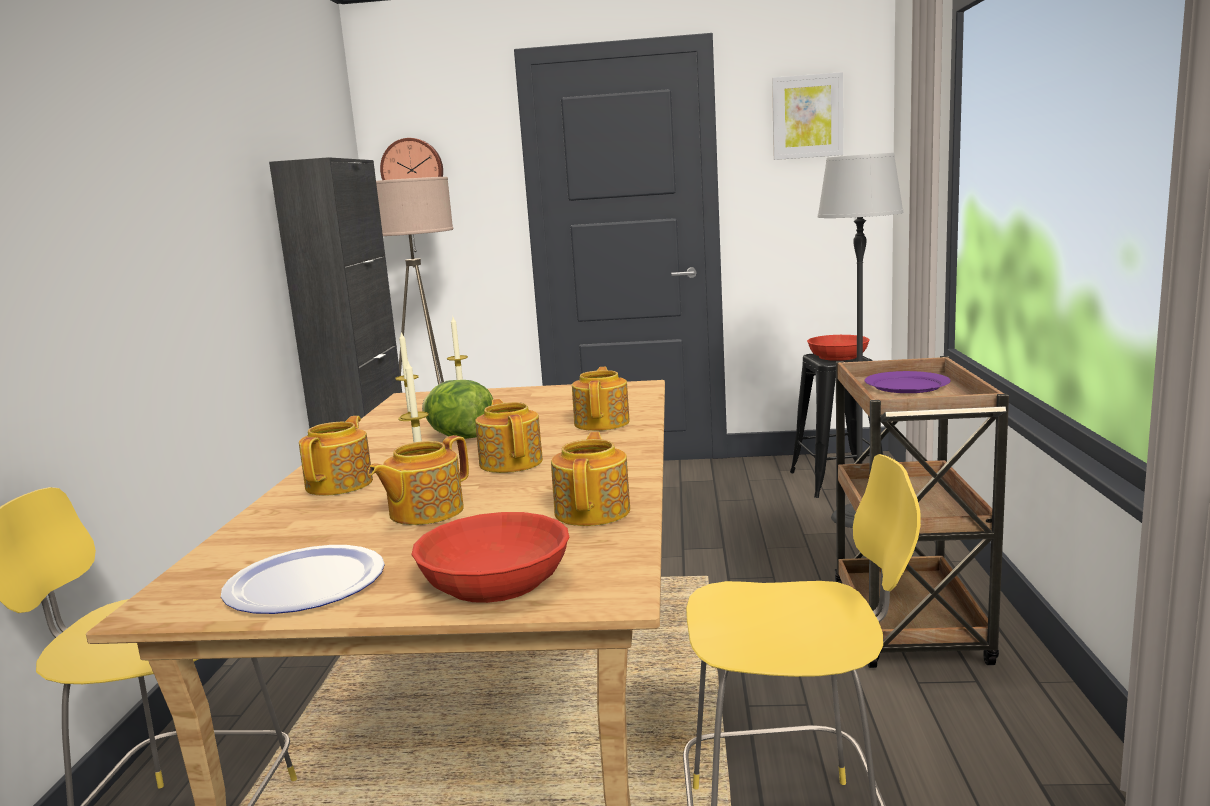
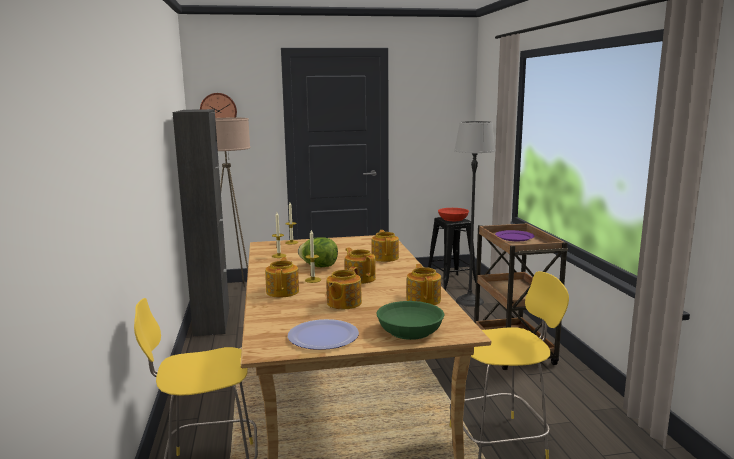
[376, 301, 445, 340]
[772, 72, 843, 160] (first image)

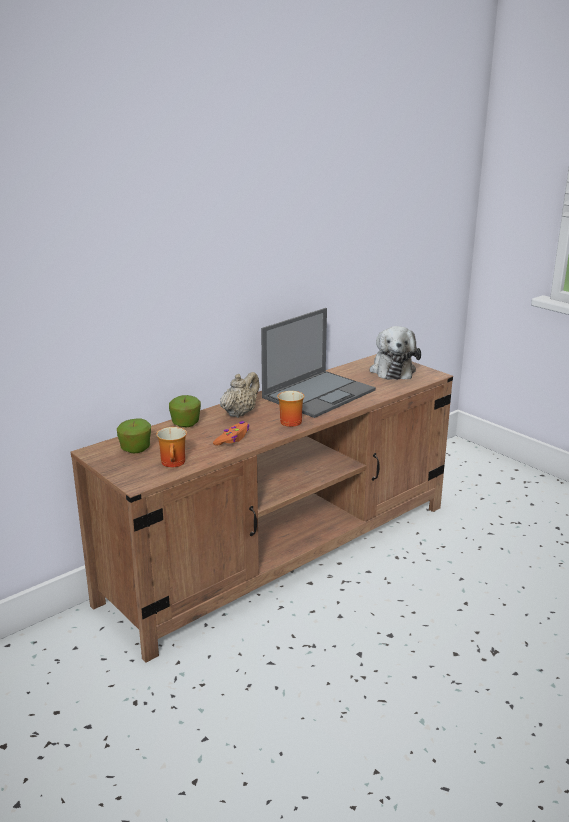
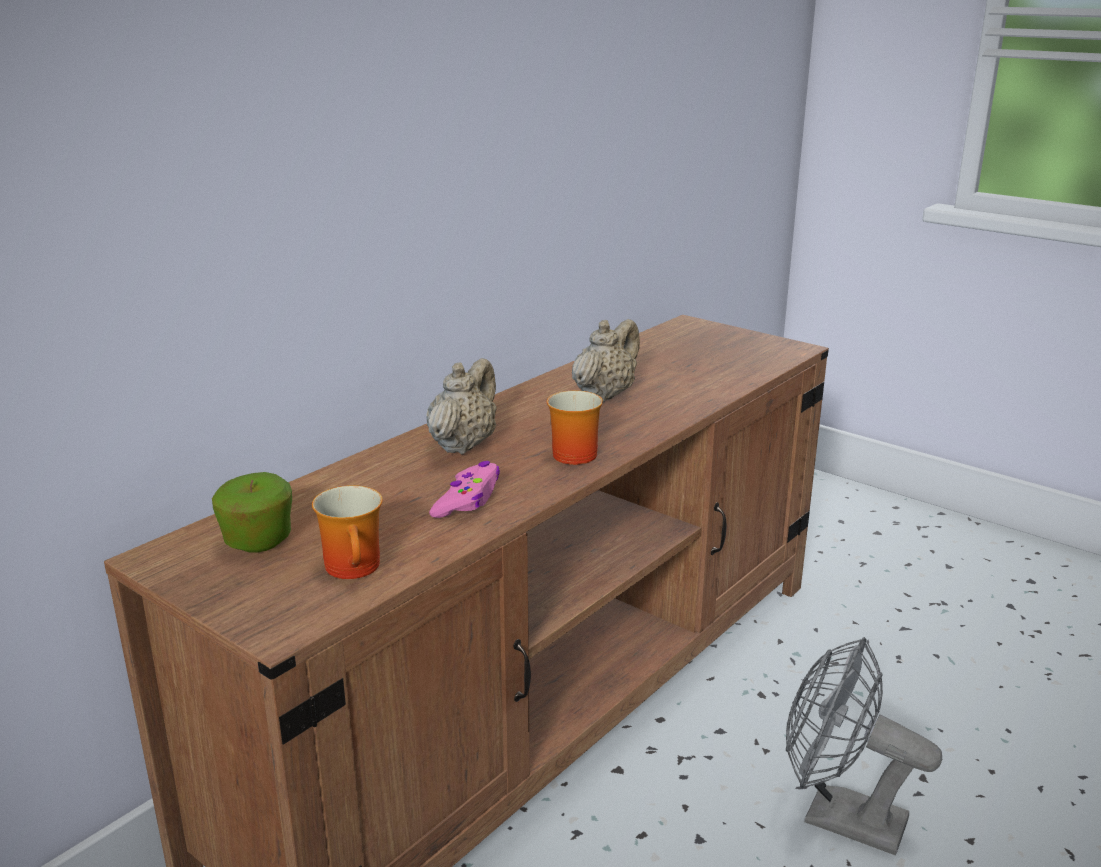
[169, 395, 201, 427] (first image)
[429, 461, 500, 518]
[572, 319, 640, 402]
[369, 326, 421, 380] (first image)
[786, 637, 942, 855]

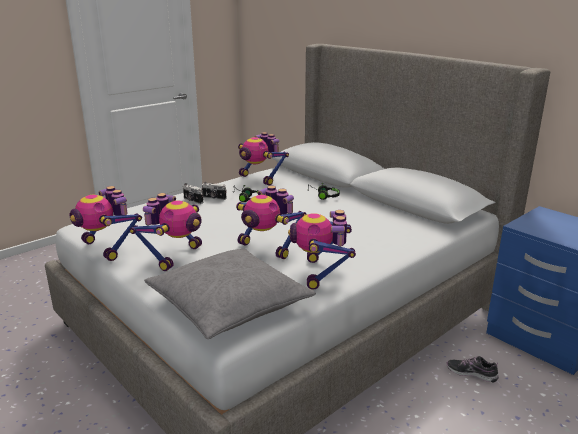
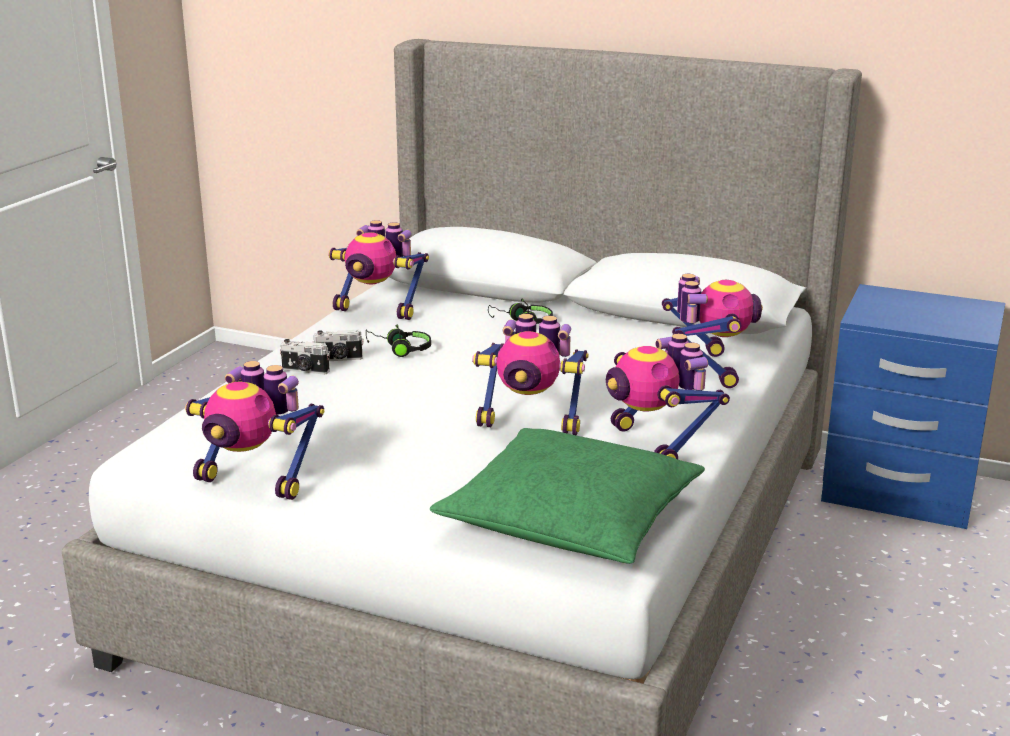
[662, 274, 763, 388]
[430, 428, 705, 564]
[447, 356, 499, 383] (first image)

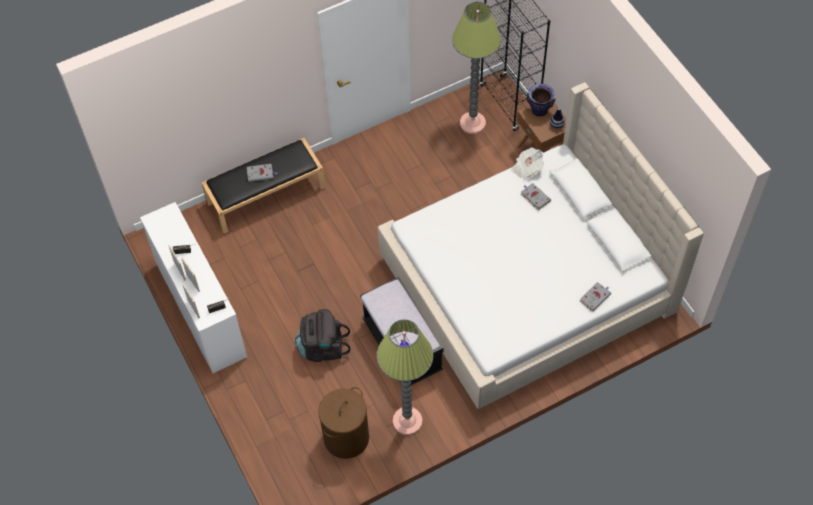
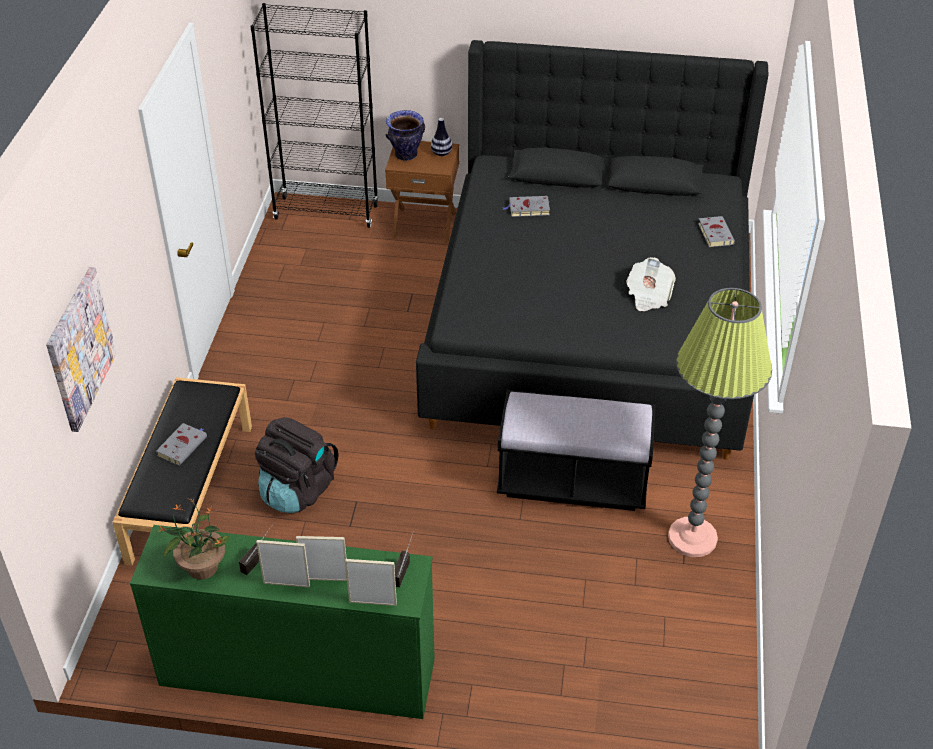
[130, 525, 435, 719]
[255, 417, 339, 513]
[318, 387, 369, 459] (first image)
[416, 40, 768, 460]
[452, 2, 501, 134] (first image)
[626, 257, 676, 311]
[46, 267, 117, 432]
[159, 497, 229, 580]

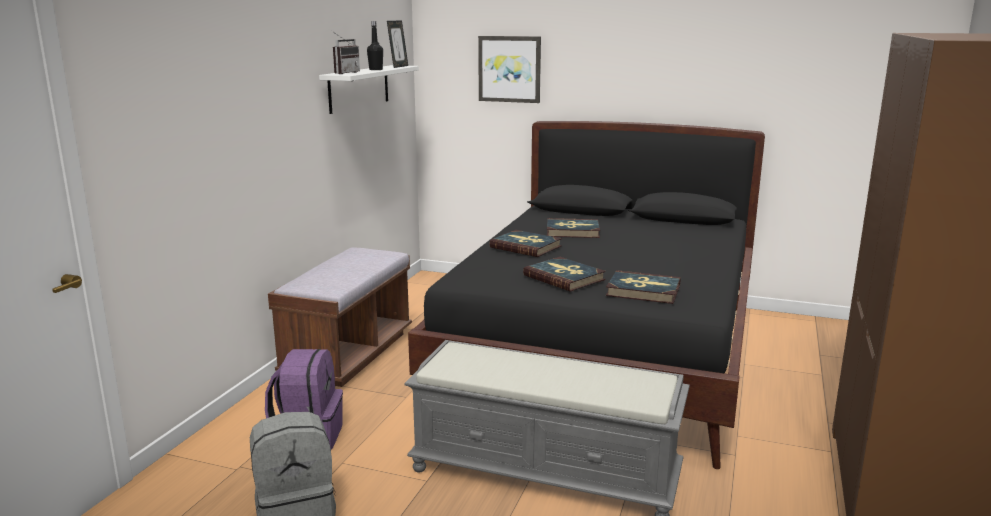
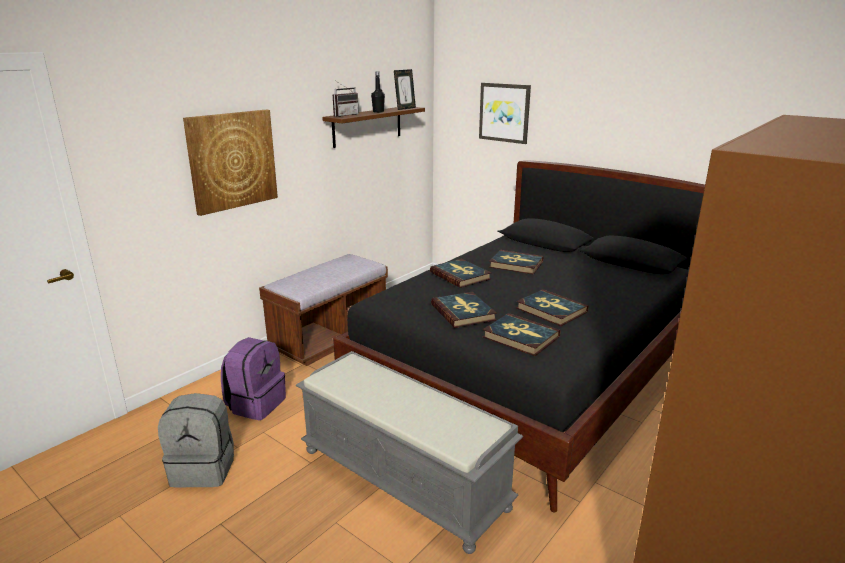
[322, 107, 425, 148]
[183, 109, 278, 216]
[516, 289, 588, 326]

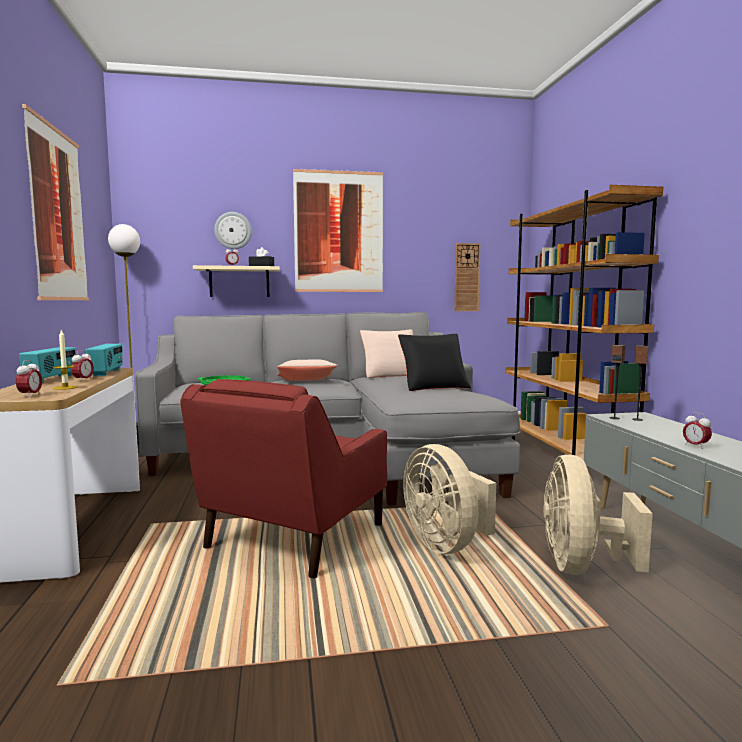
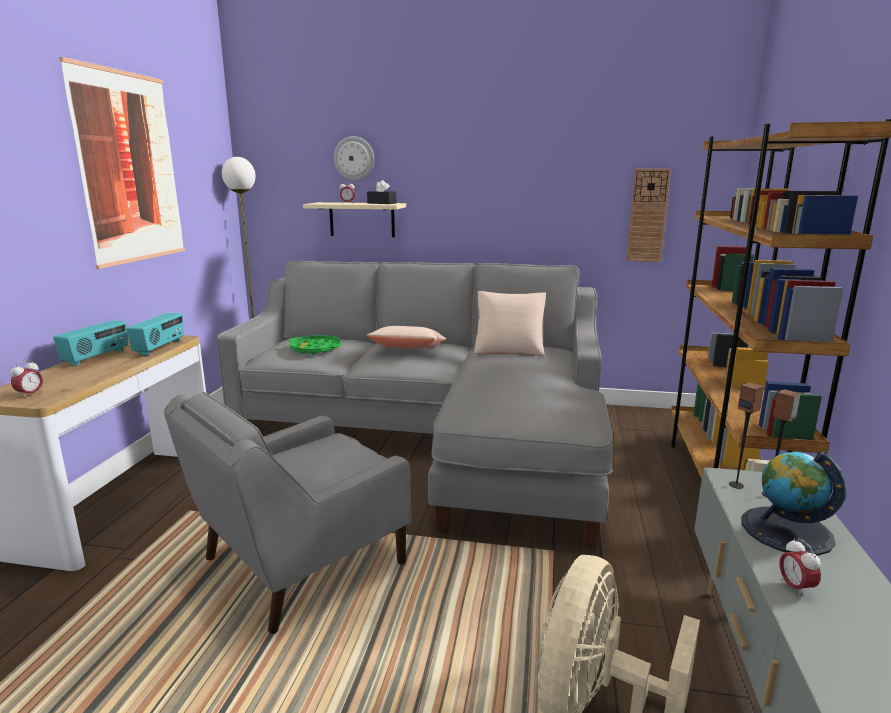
[53, 330, 78, 390] (first image)
[71, 350, 94, 382] (first image)
[164, 392, 412, 634]
[293, 169, 383, 292] (first image)
[398, 334, 471, 391] (first image)
[403, 444, 496, 554] (first image)
[742, 452, 847, 556]

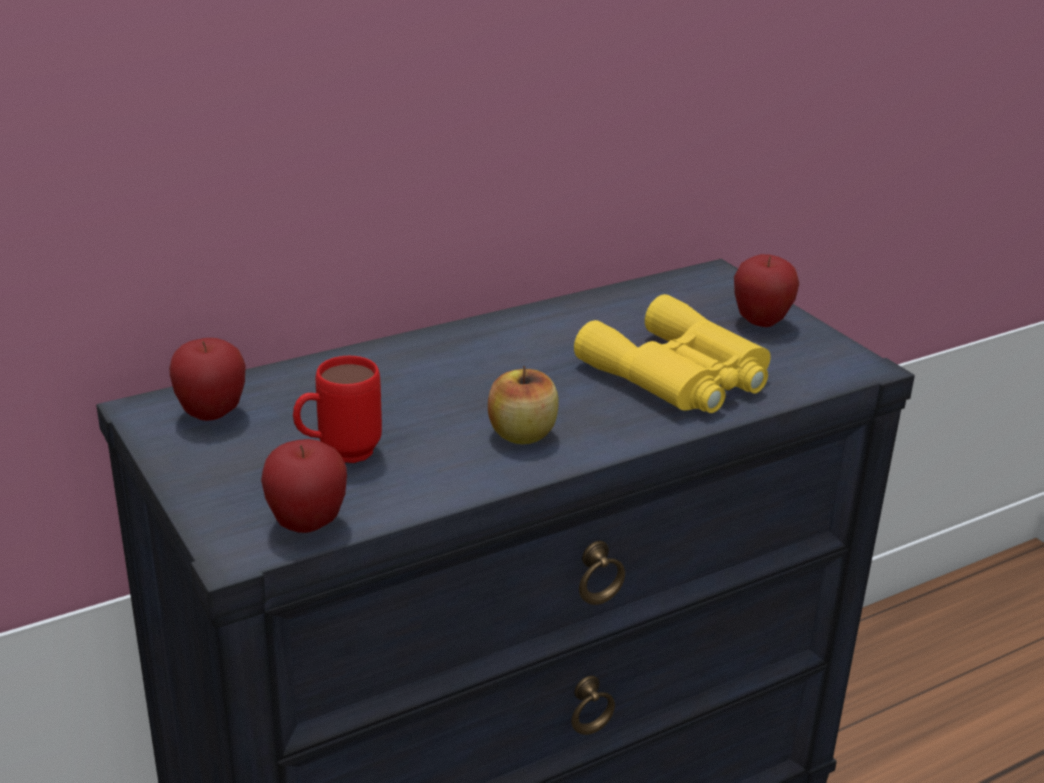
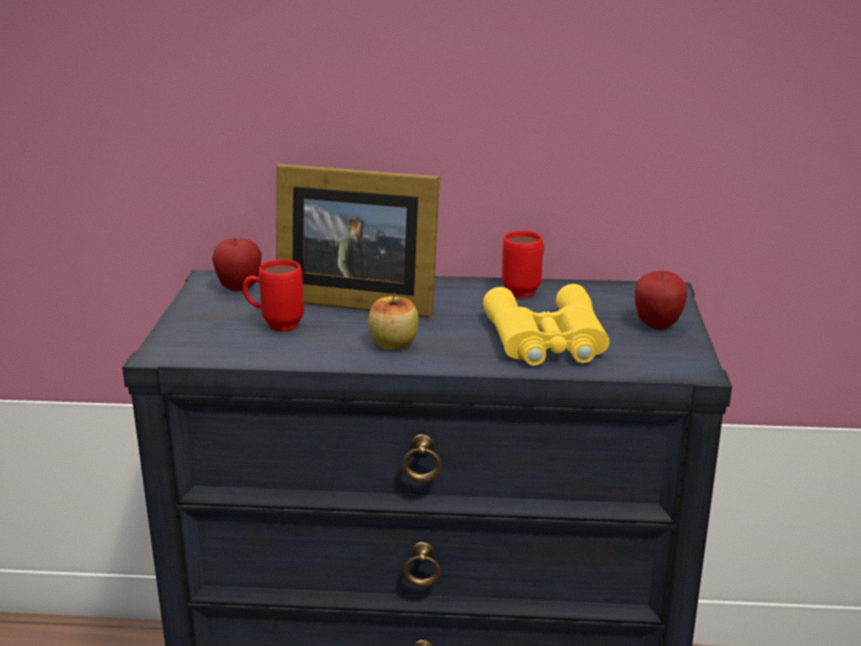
[261, 439, 347, 533] (first image)
[276, 164, 440, 317]
[502, 231, 544, 298]

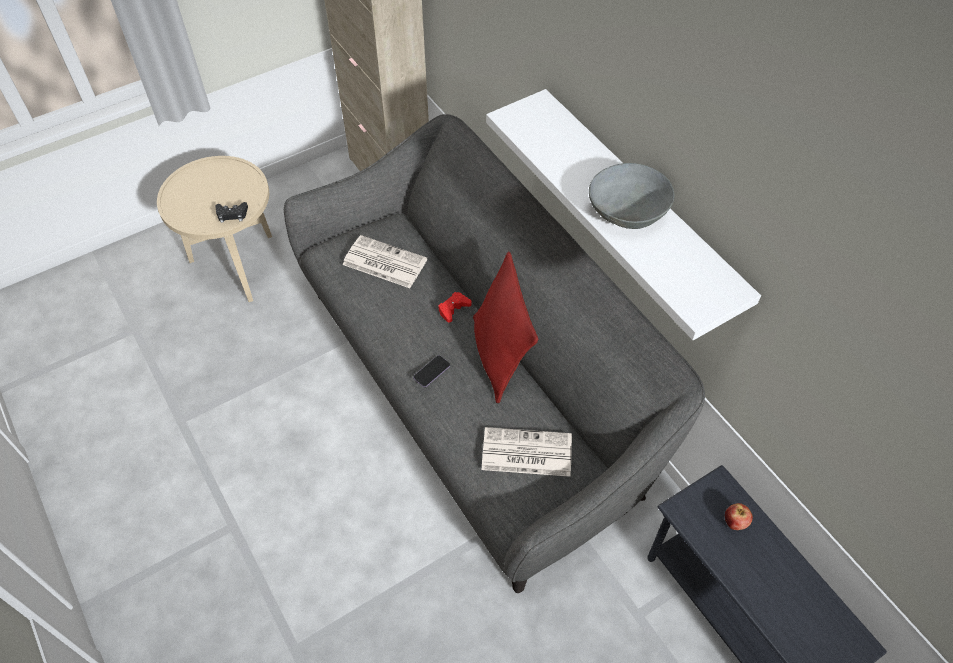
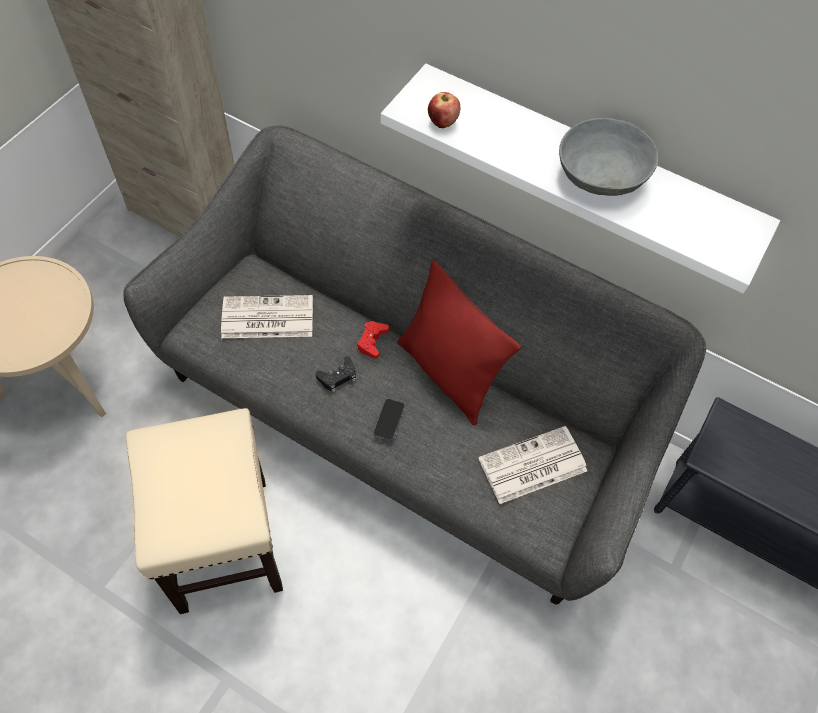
[316, 356, 356, 392]
[428, 92, 460, 128]
[126, 408, 283, 614]

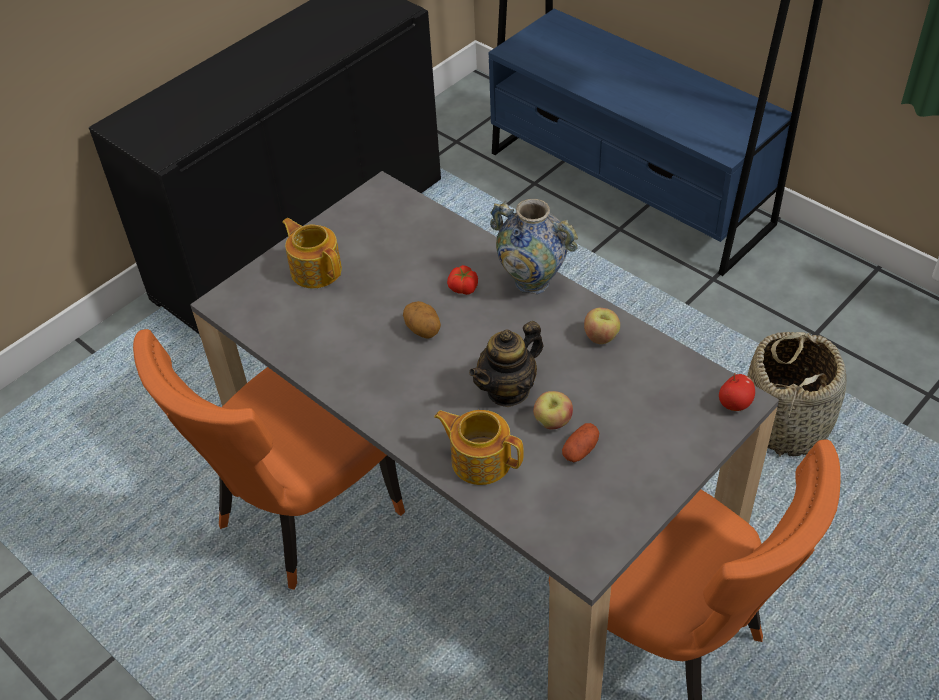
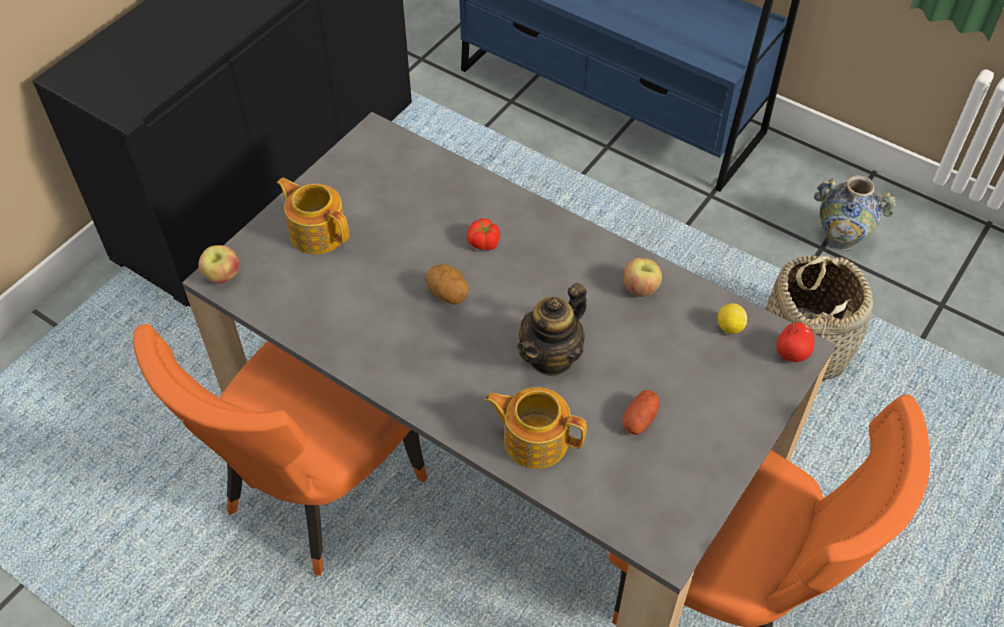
[814, 175, 897, 251]
[198, 245, 239, 284]
[717, 303, 747, 334]

